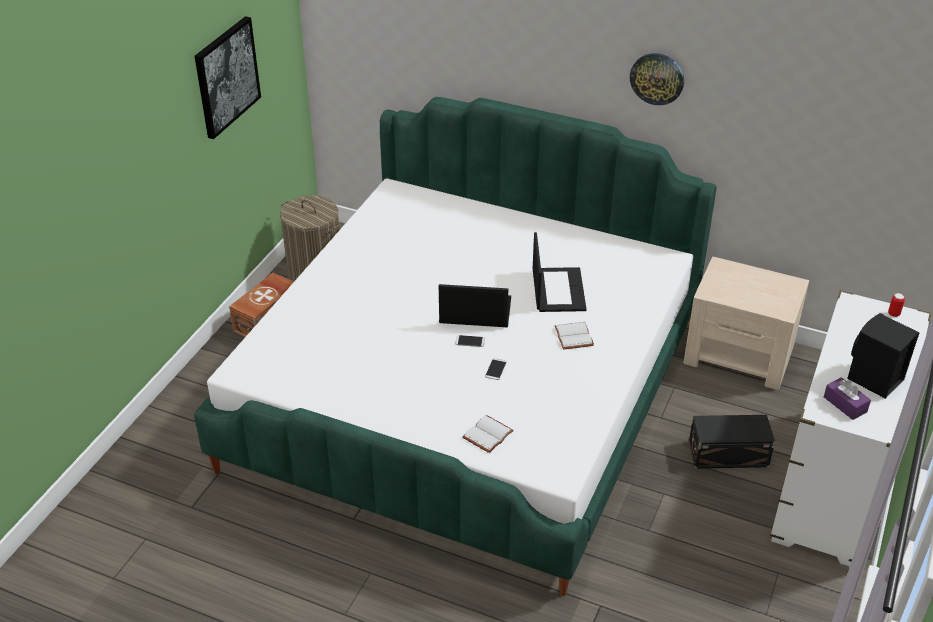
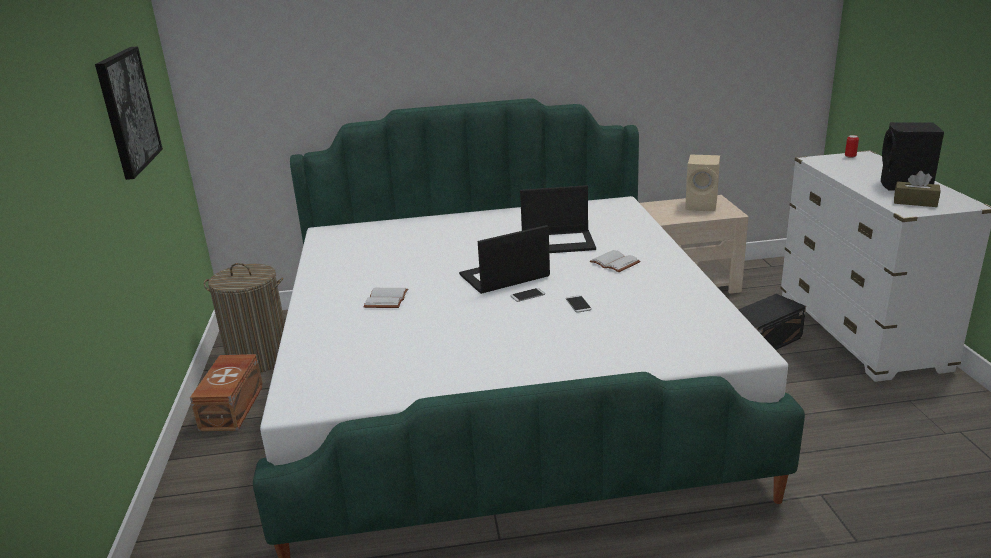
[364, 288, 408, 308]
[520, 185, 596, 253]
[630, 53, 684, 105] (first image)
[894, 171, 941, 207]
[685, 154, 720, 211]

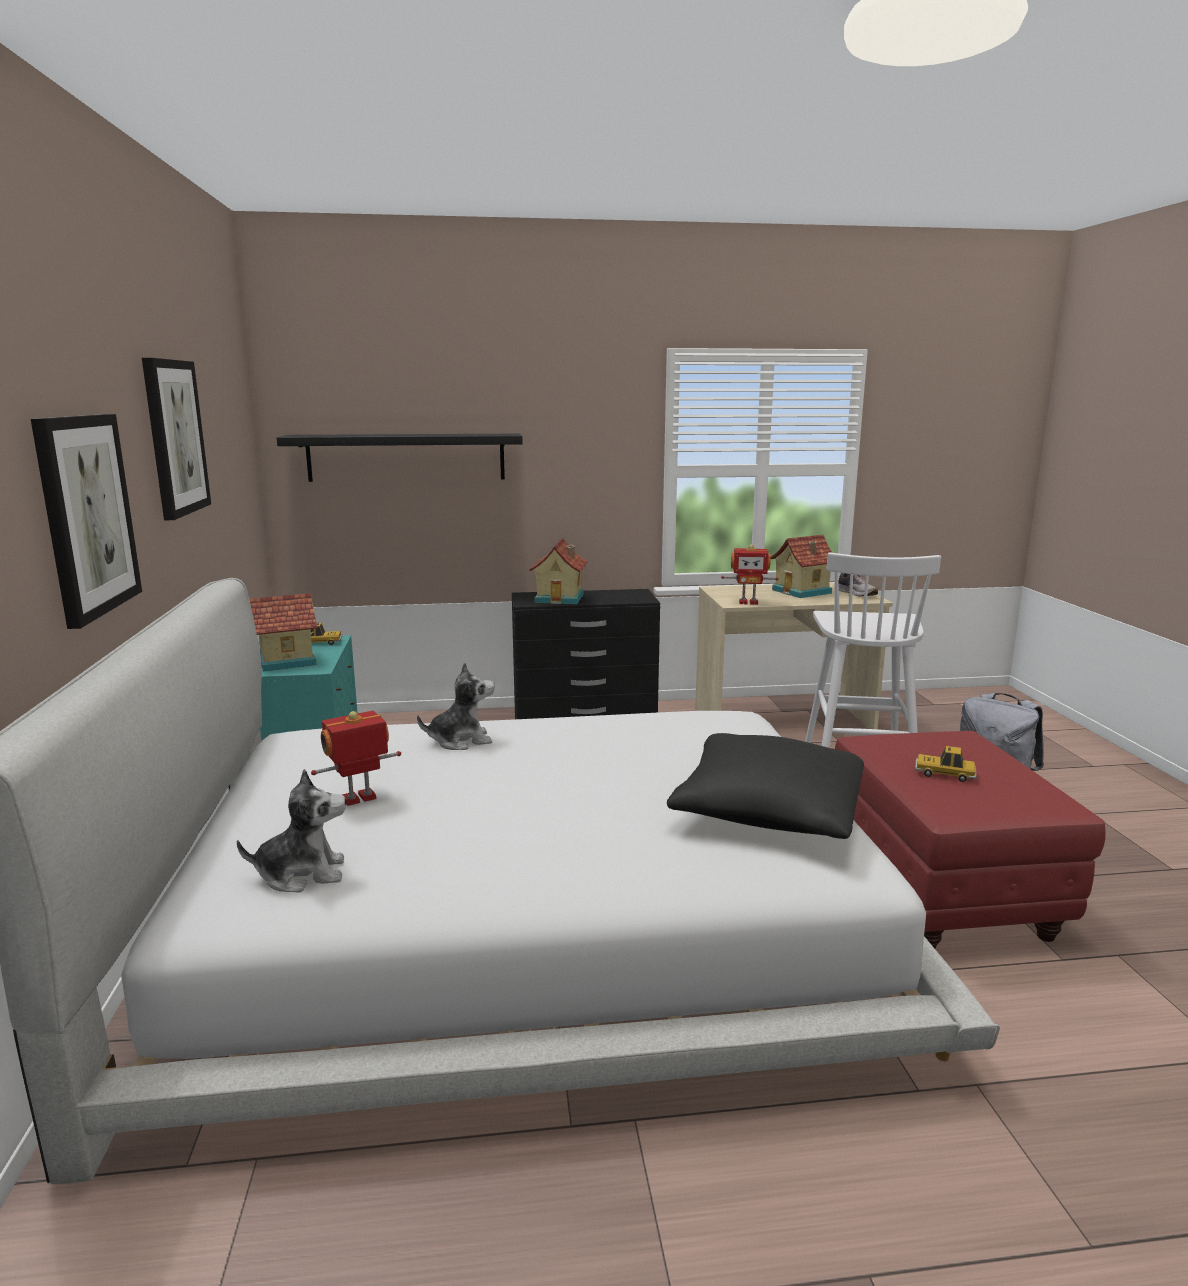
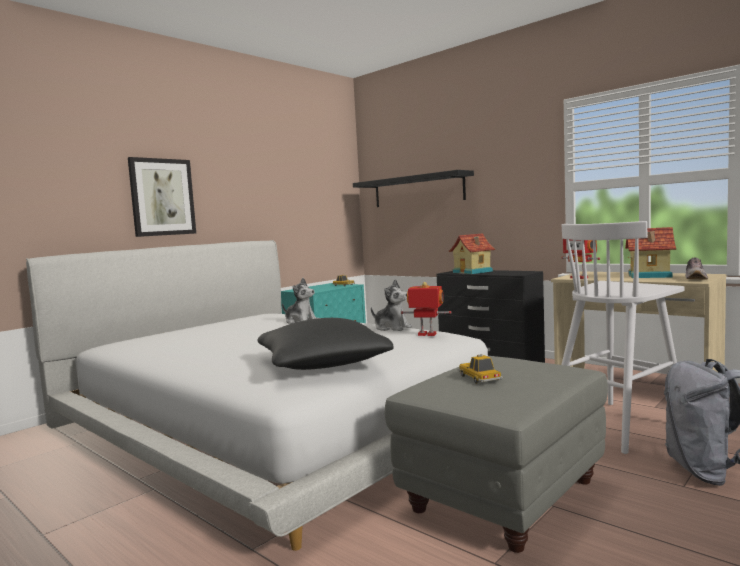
[142, 358, 211, 520] (first image)
[371, 279, 412, 331]
[249, 593, 318, 671] (first image)
[401, 282, 452, 336]
[385, 356, 608, 553]

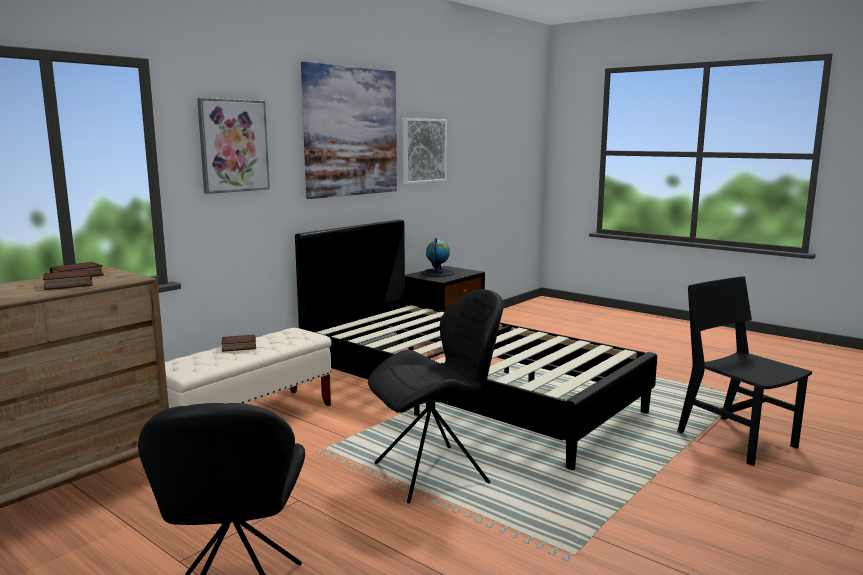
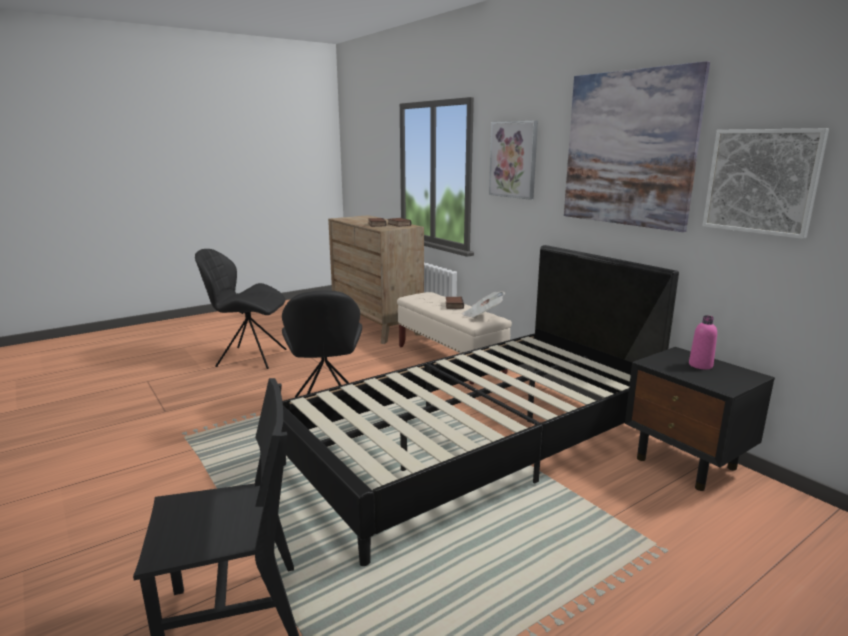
[689, 315, 717, 369]
[462, 291, 506, 318]

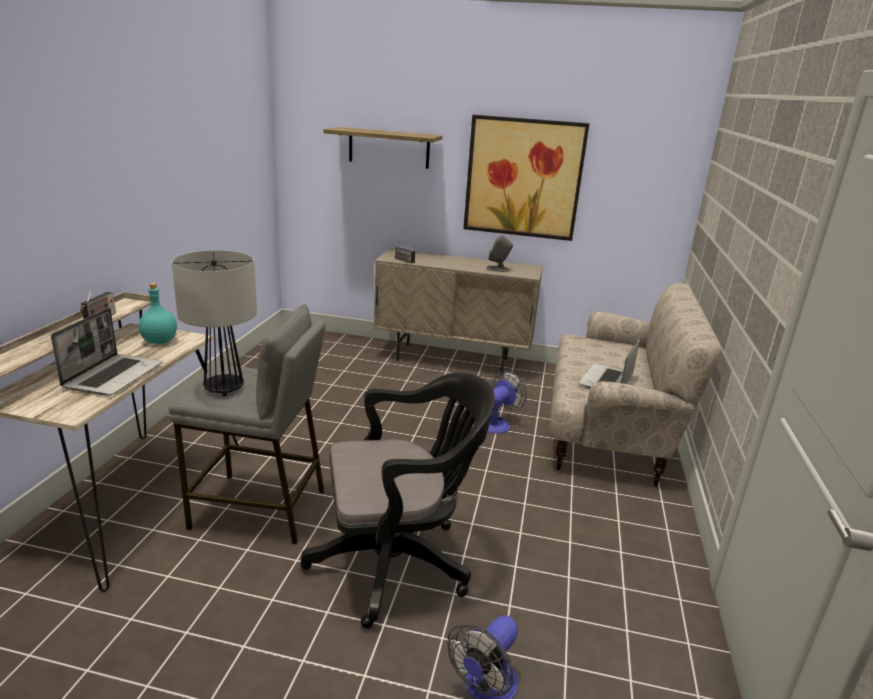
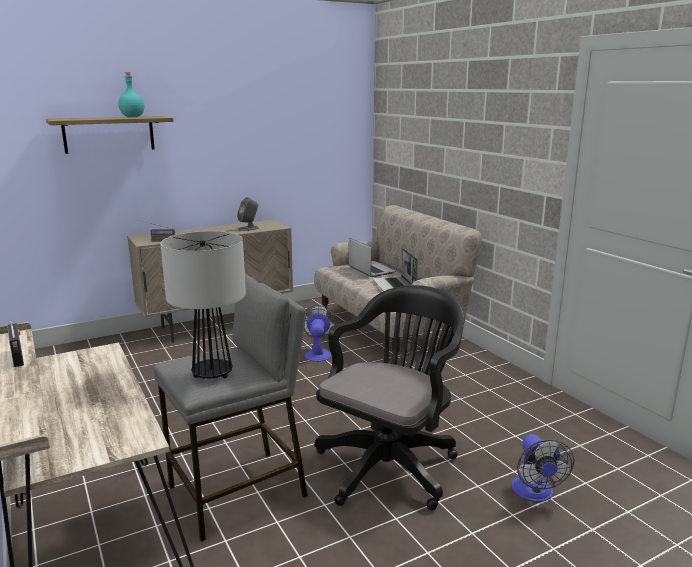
[349, 238, 396, 277]
[118, 72, 144, 117]
[463, 115, 589, 241] (first image)

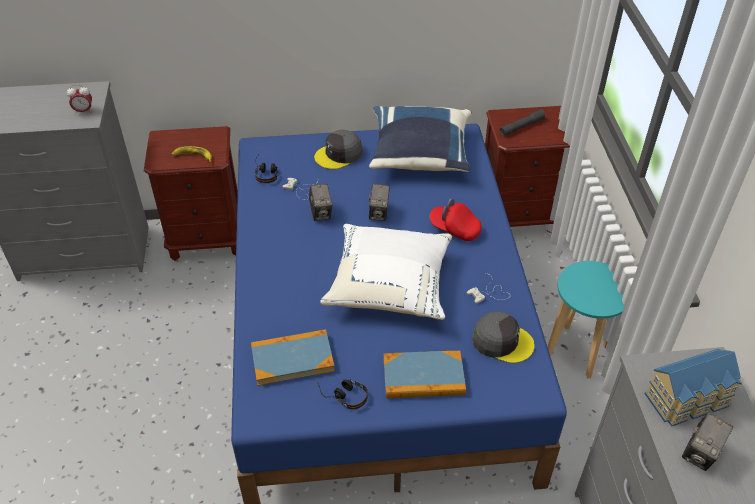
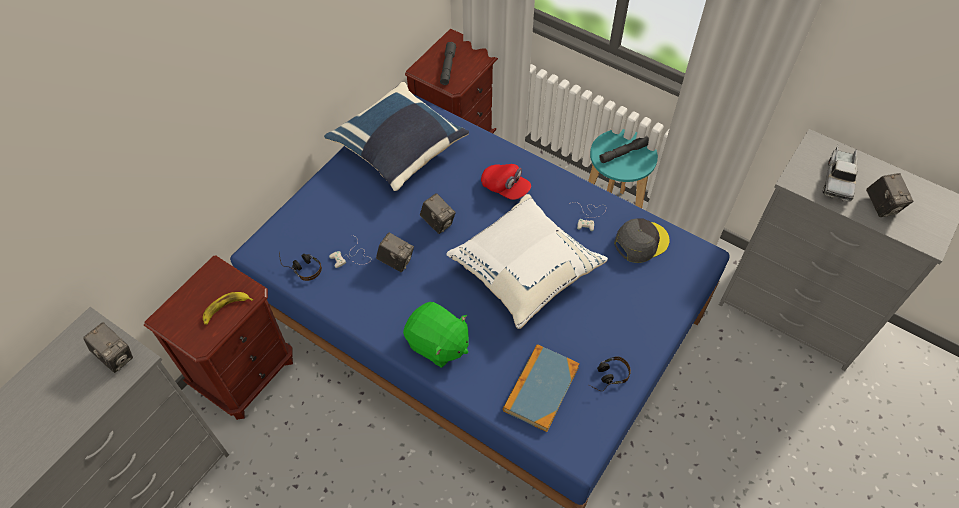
[83, 322, 133, 373]
[314, 130, 363, 169] (first image)
[384, 351, 466, 398] (first image)
[481, 164, 531, 200]
[822, 145, 858, 202]
[403, 302, 469, 368]
[599, 136, 649, 163]

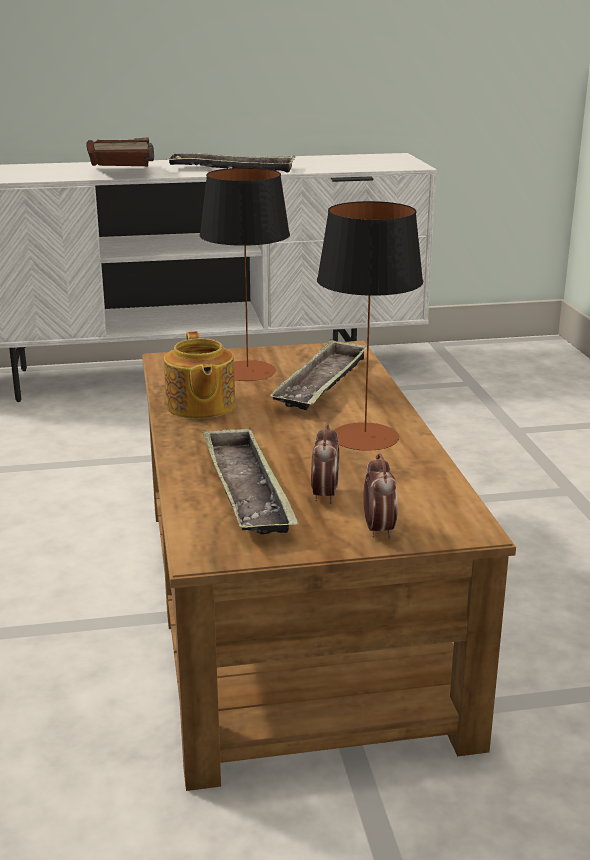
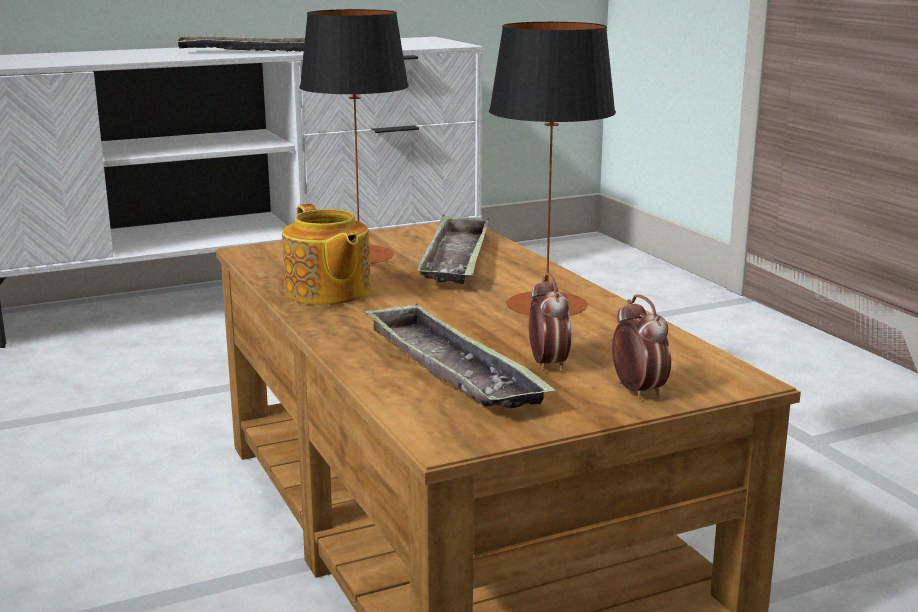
[86, 138, 154, 166] (first image)

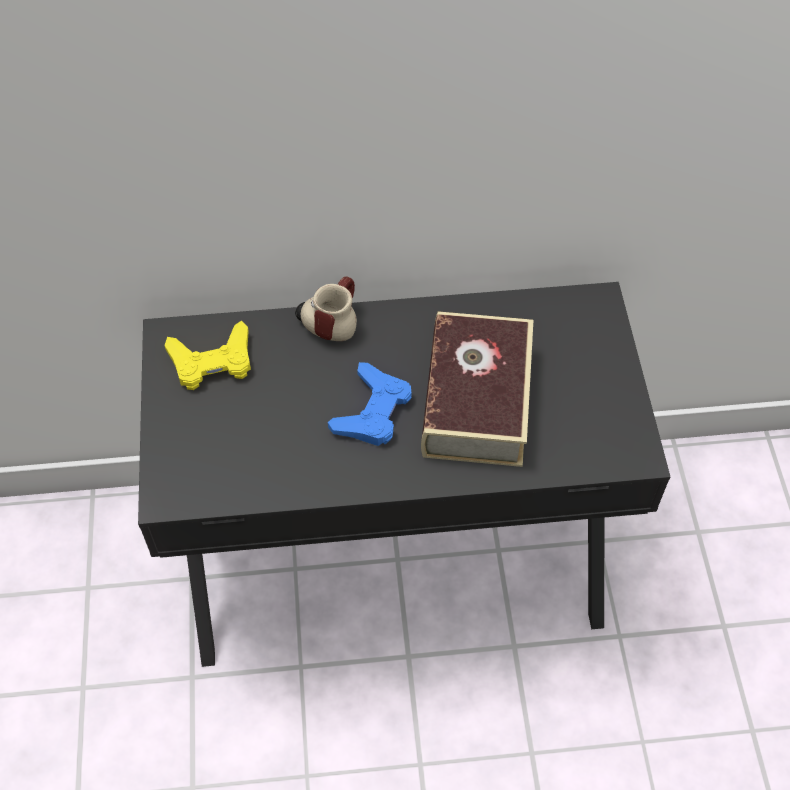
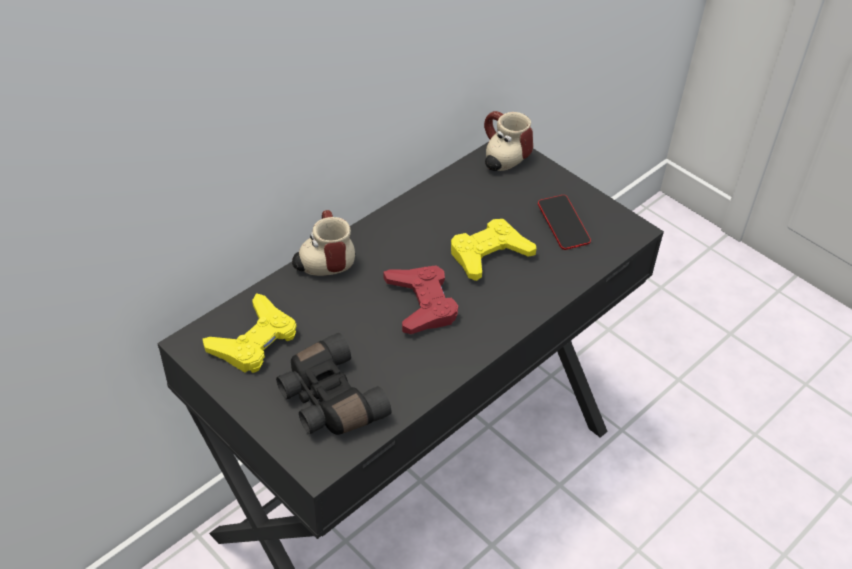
[383, 265, 458, 334]
[451, 219, 537, 281]
[276, 333, 391, 435]
[484, 111, 533, 171]
[538, 195, 591, 250]

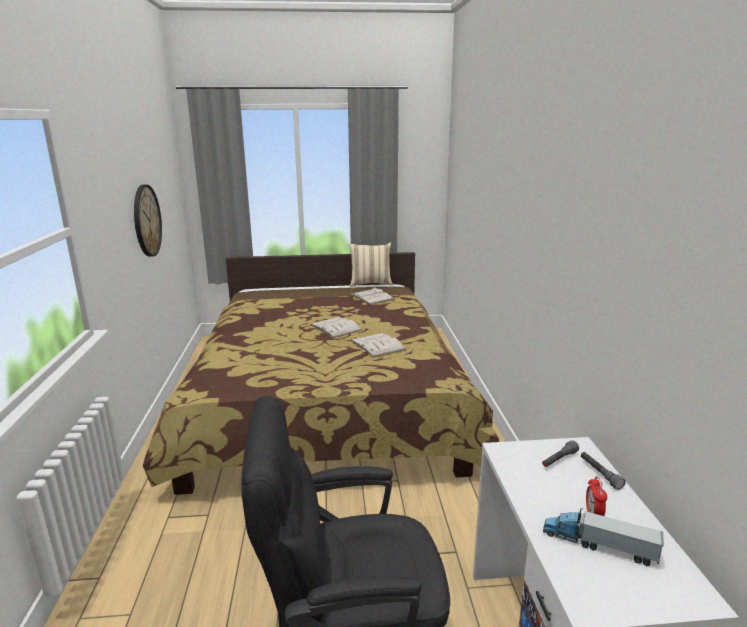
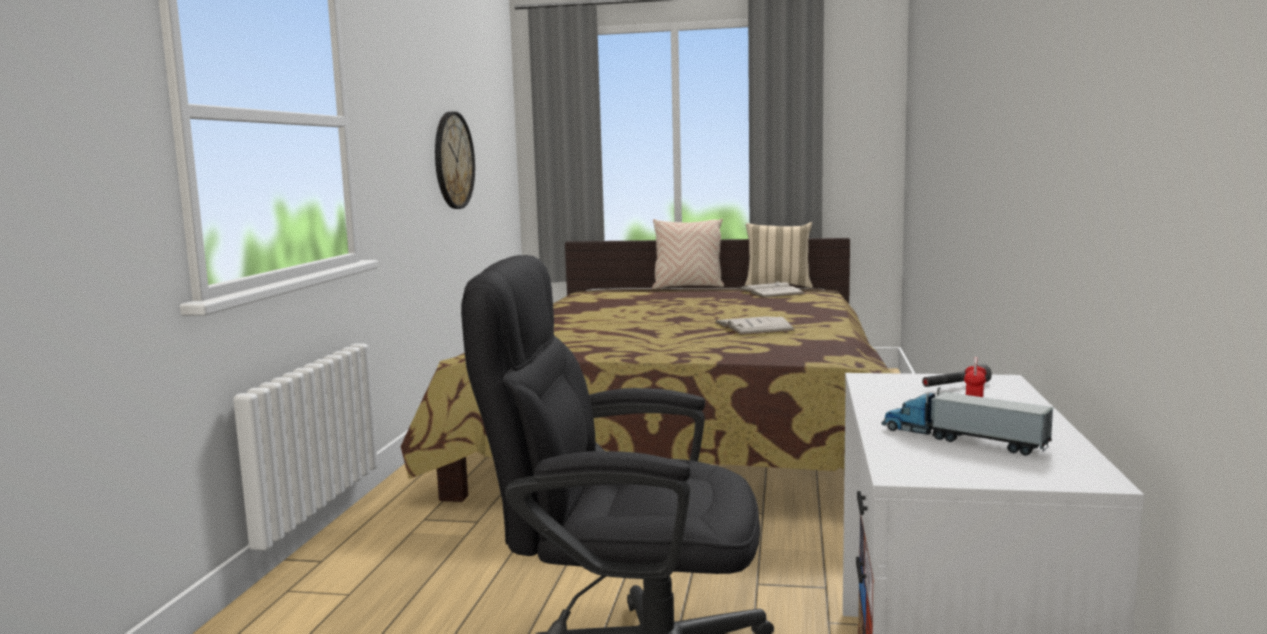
[311, 317, 362, 338] (first image)
[581, 452, 625, 490] (first image)
[652, 219, 724, 289]

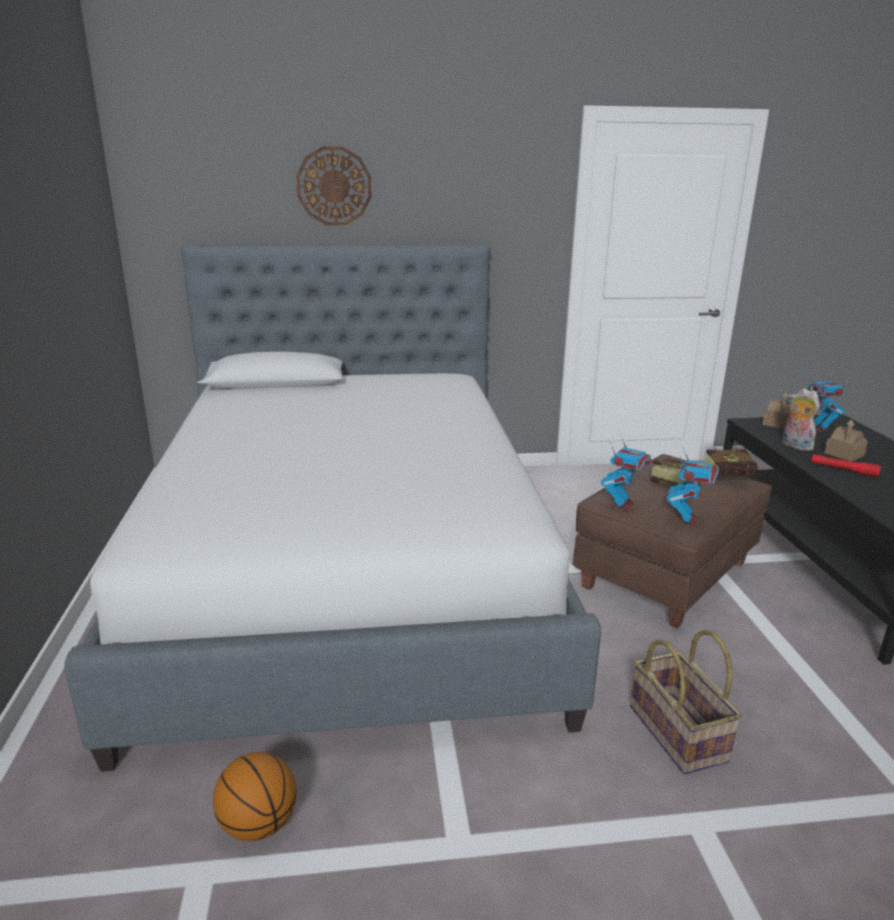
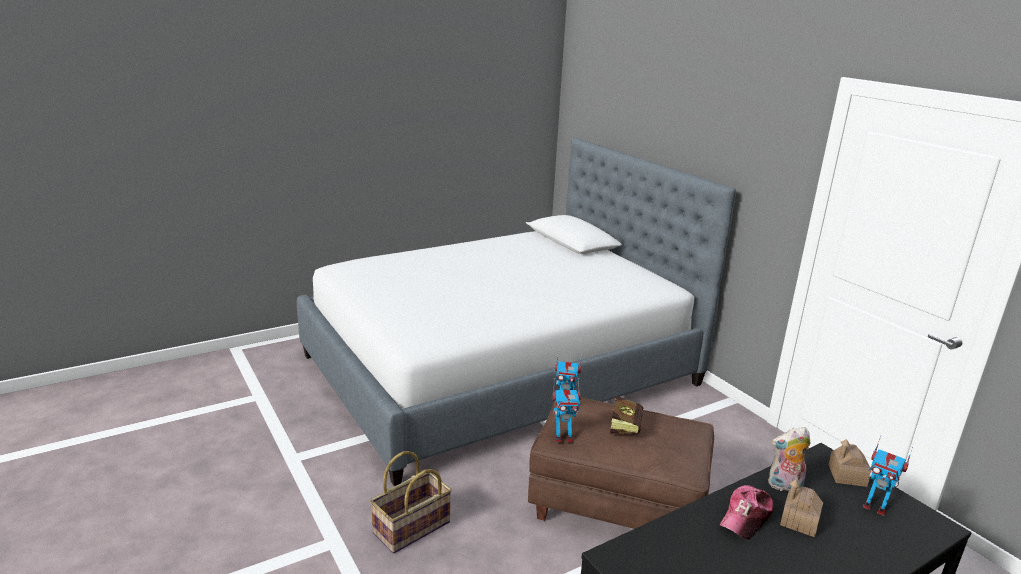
[213, 752, 297, 841] (first image)
[296, 146, 372, 225] (first image)
[705, 446, 758, 476] (first image)
[768, 427, 811, 491]
[863, 435, 913, 516]
[719, 485, 774, 539]

